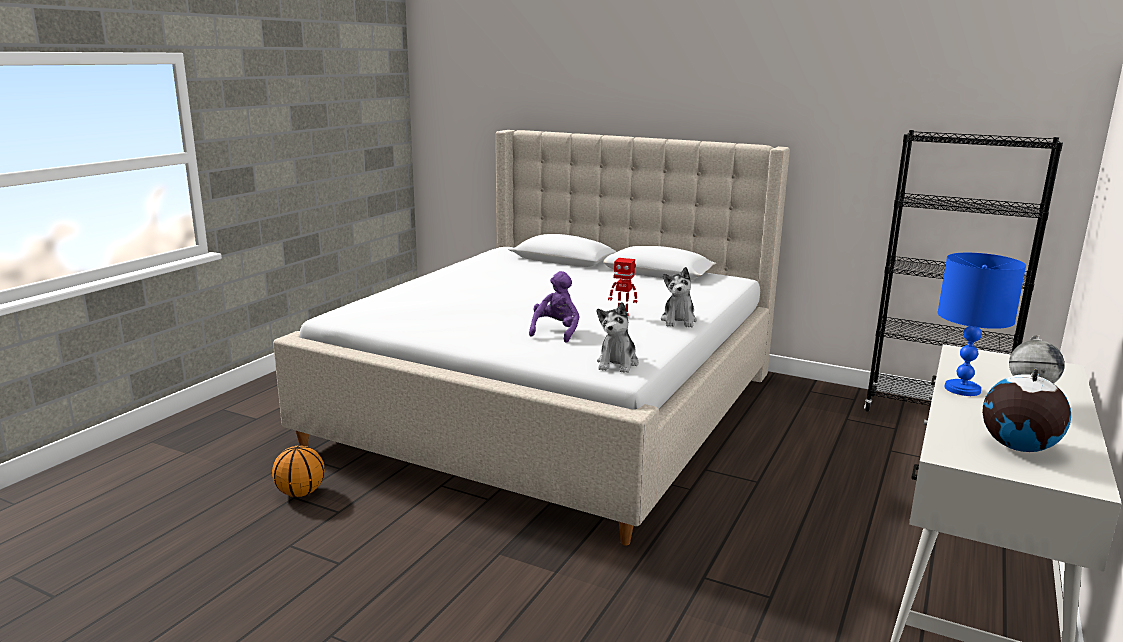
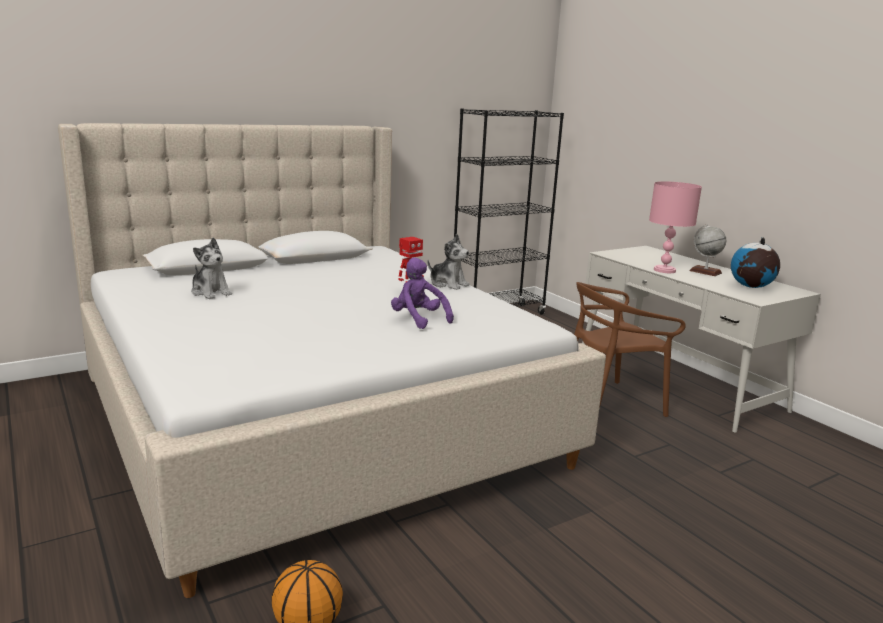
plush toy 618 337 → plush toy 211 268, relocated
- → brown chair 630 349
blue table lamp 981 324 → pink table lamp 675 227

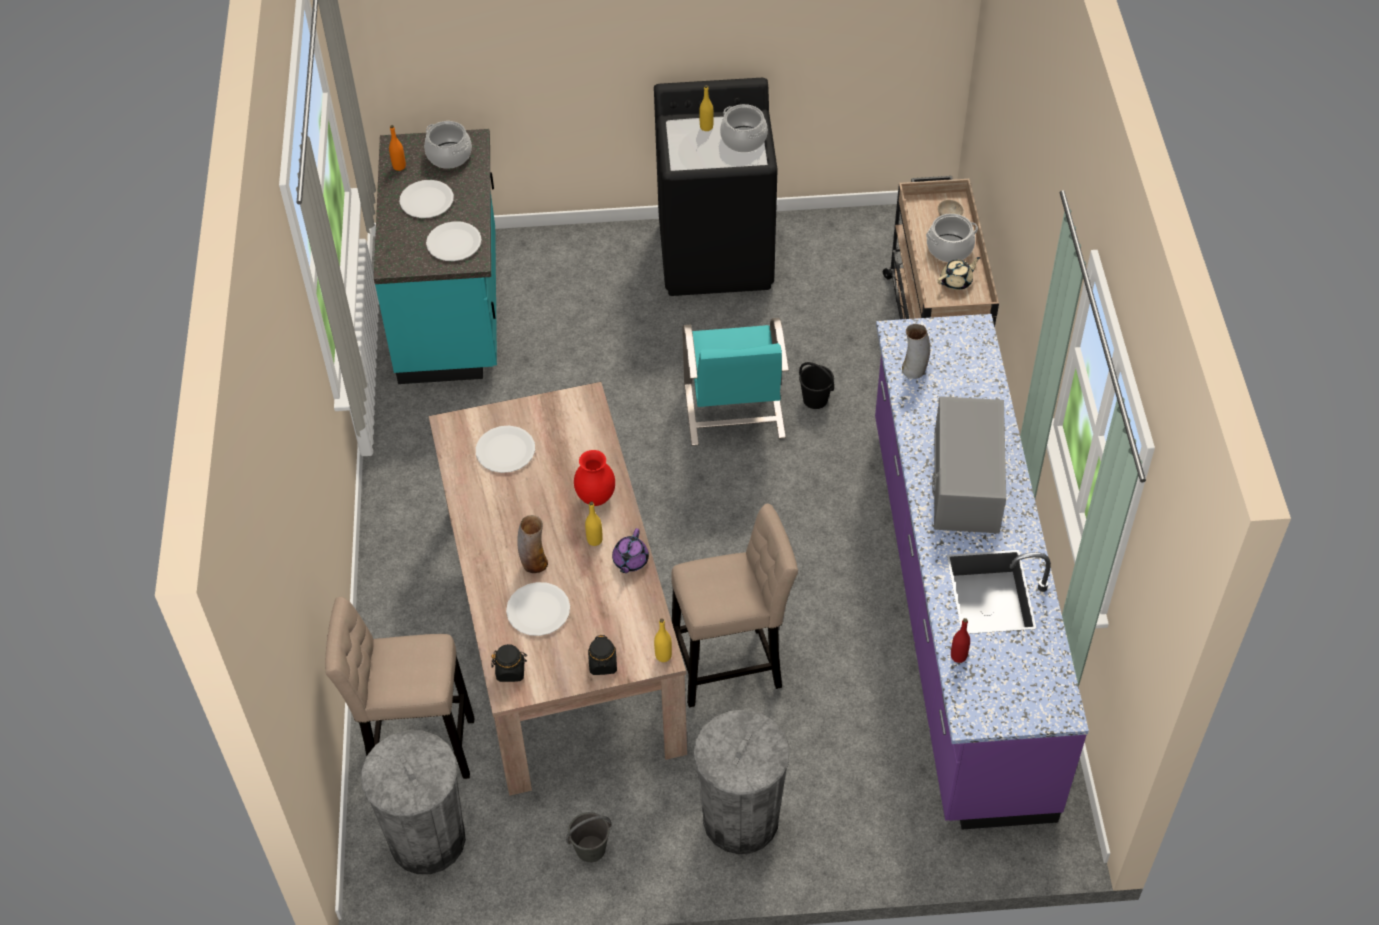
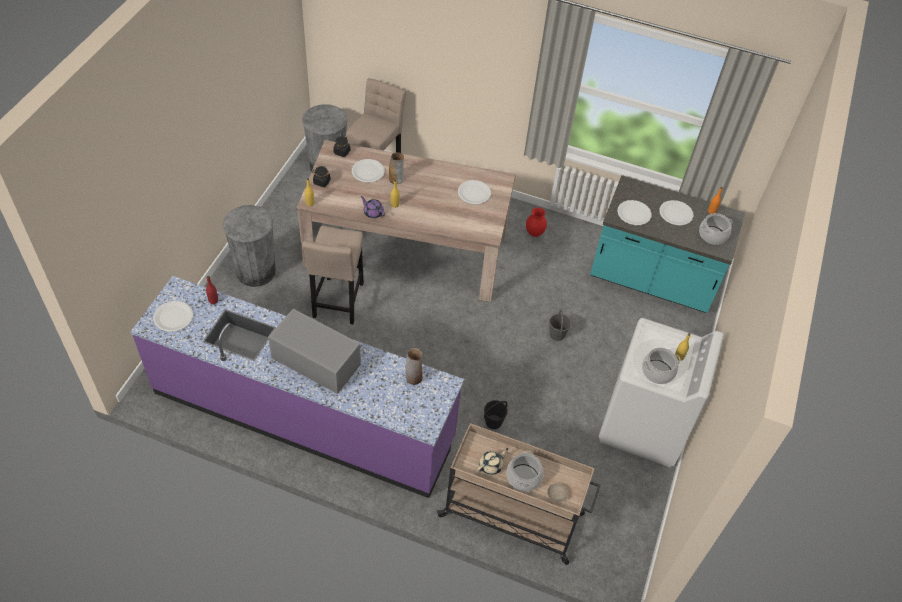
- → white plate 173 316
beige teapot 959 273 → beige teapot 492 461, 120 degrees counterclockwise
red vase 594 478 → red vase 536 222, relocated
grey bucket 588 837 → grey bucket 560 325, relocated
black washing machine 716 187 → white washing machine 661 392
turquoise chair 735 382 → -

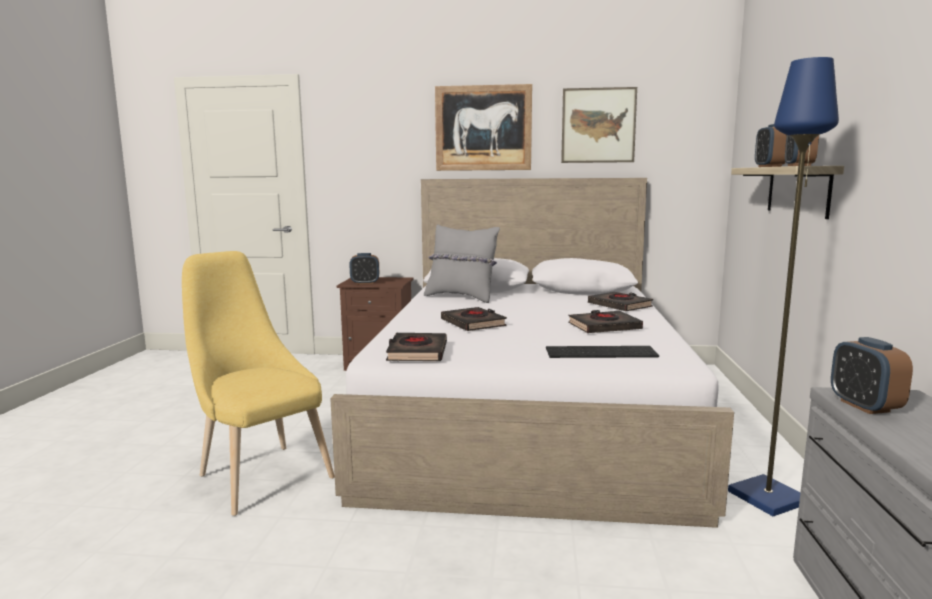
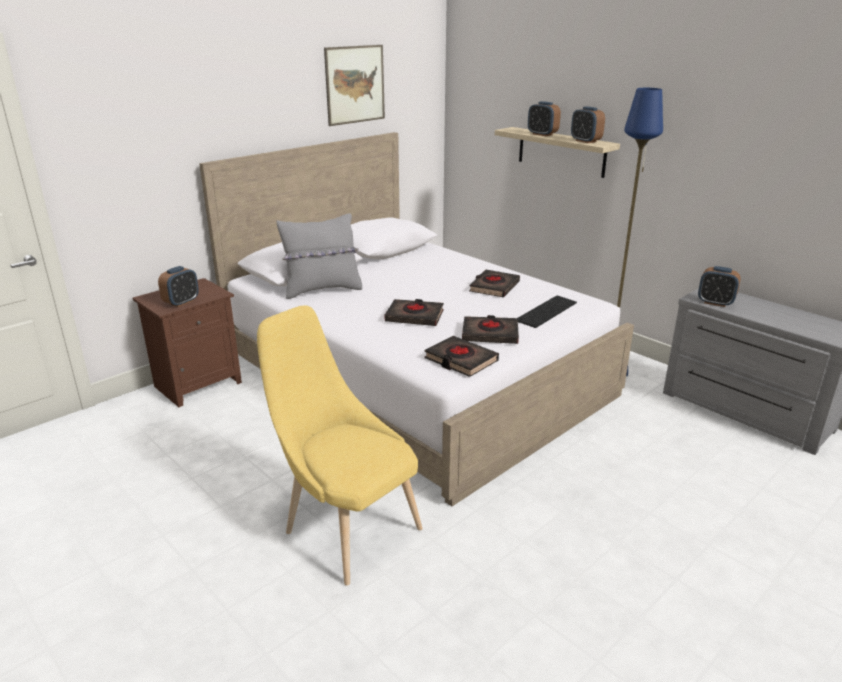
yellow chair 258 383 → yellow chair 340 445, 45 degrees clockwise
black book 620 301 → black book 490 329, relocated
picture 483 127 → -

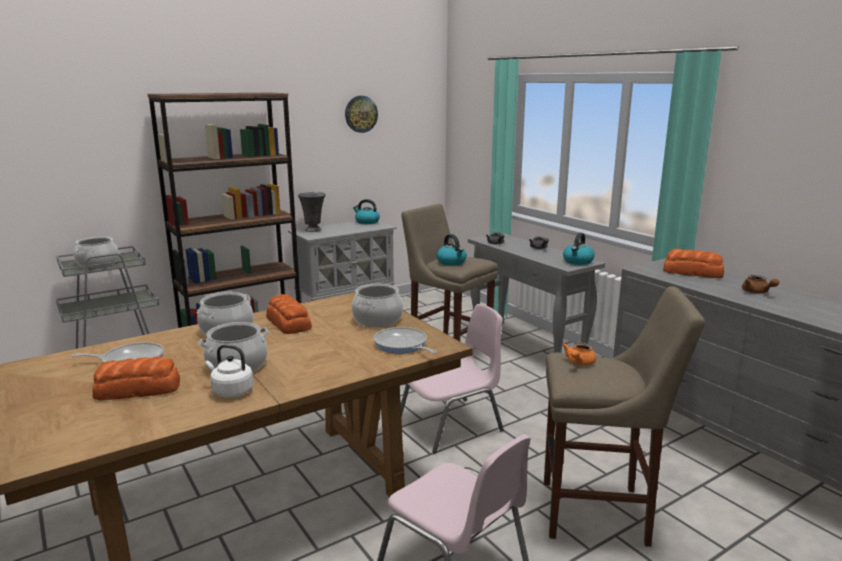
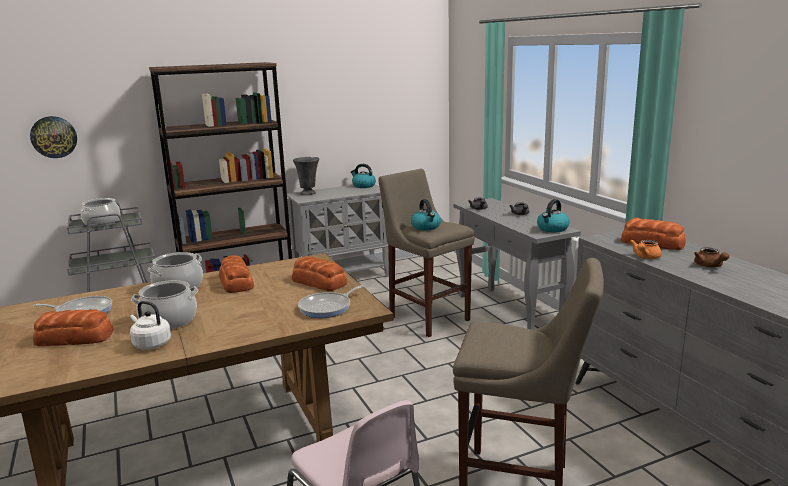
wall clock 361 114 → wall clock 53 137, relocated
cooking pot 377 305 → bread 319 274
frying pan 405 340 → frying pan 331 301, 105 degrees counterclockwise
orange teapot 579 354 → orange teapot 646 249, relocated
pink chair 452 378 → -

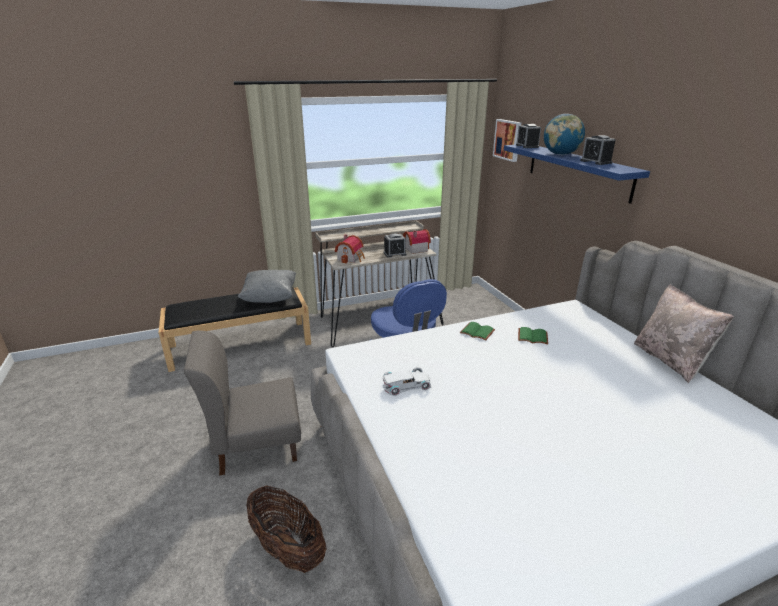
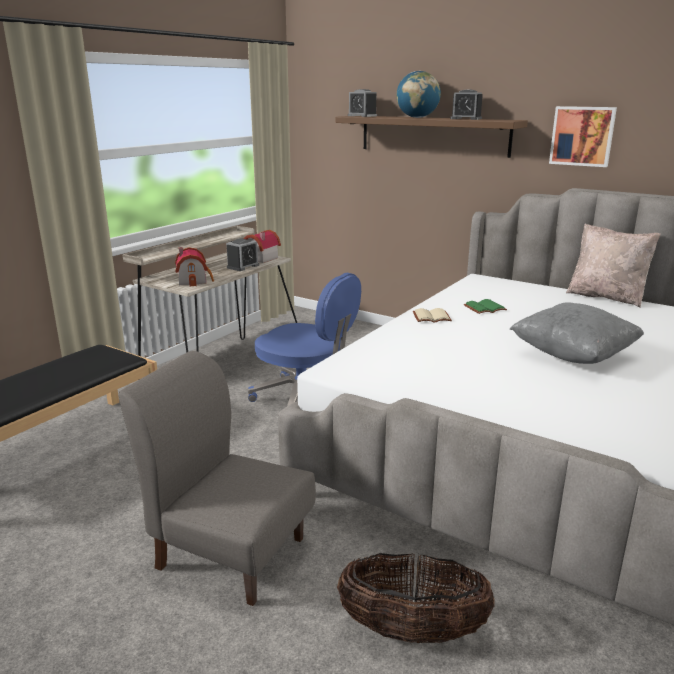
grey chair 242 403 → grey chair 217 478, 75 degrees clockwise
blue shelf 577 174 → brown shelf 432 137
green book 477 331 → beige book 432 315
grey pillow 267 286 → grey pillow 577 333, relocated
picture 507 140 → picture 583 136, relocated
white toy car 407 381 → -

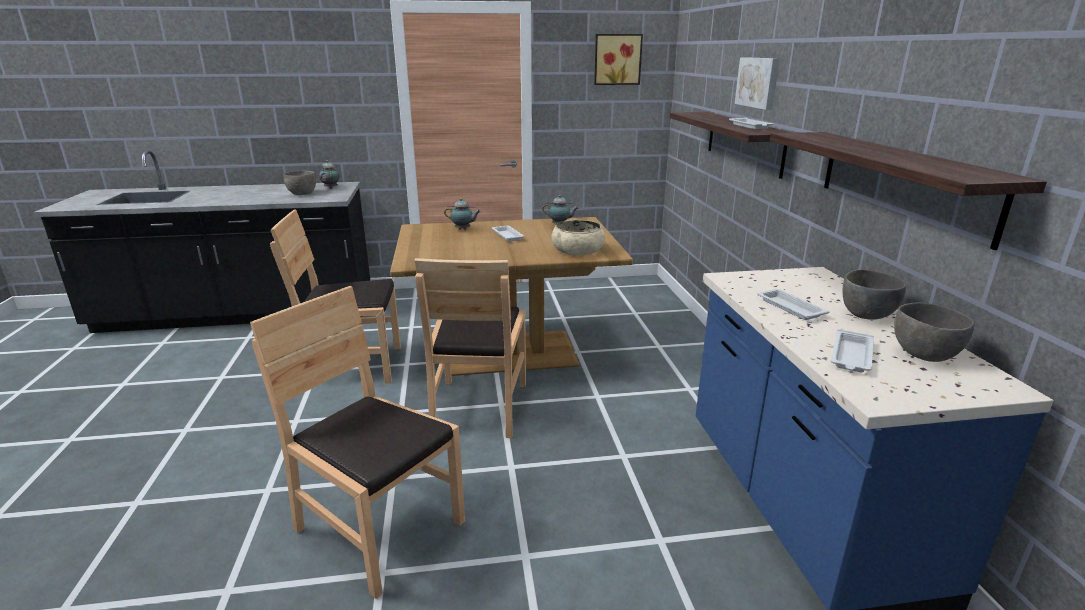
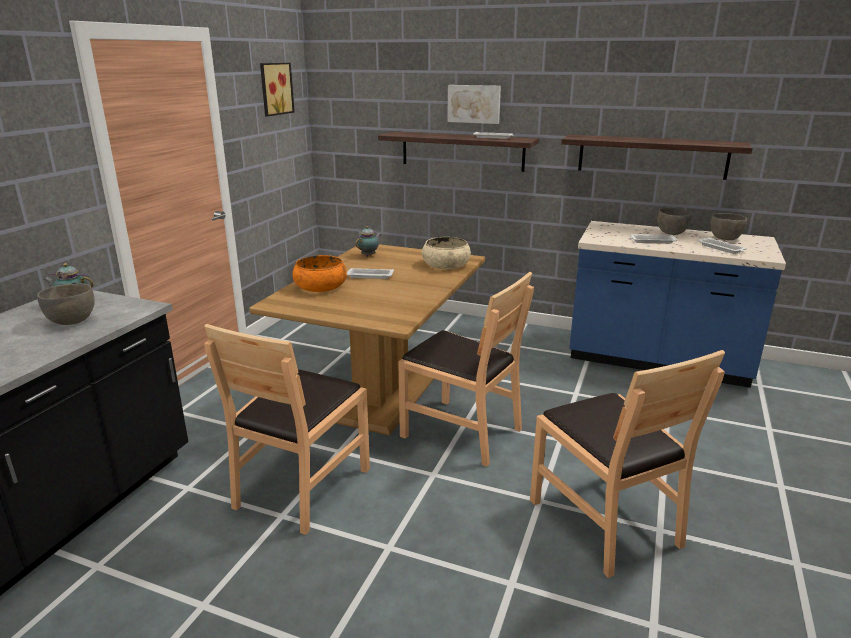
teapot 462 214 → orange bowl 319 273
brown chair 357 442 → brown chair 627 464, 90 degrees counterclockwise

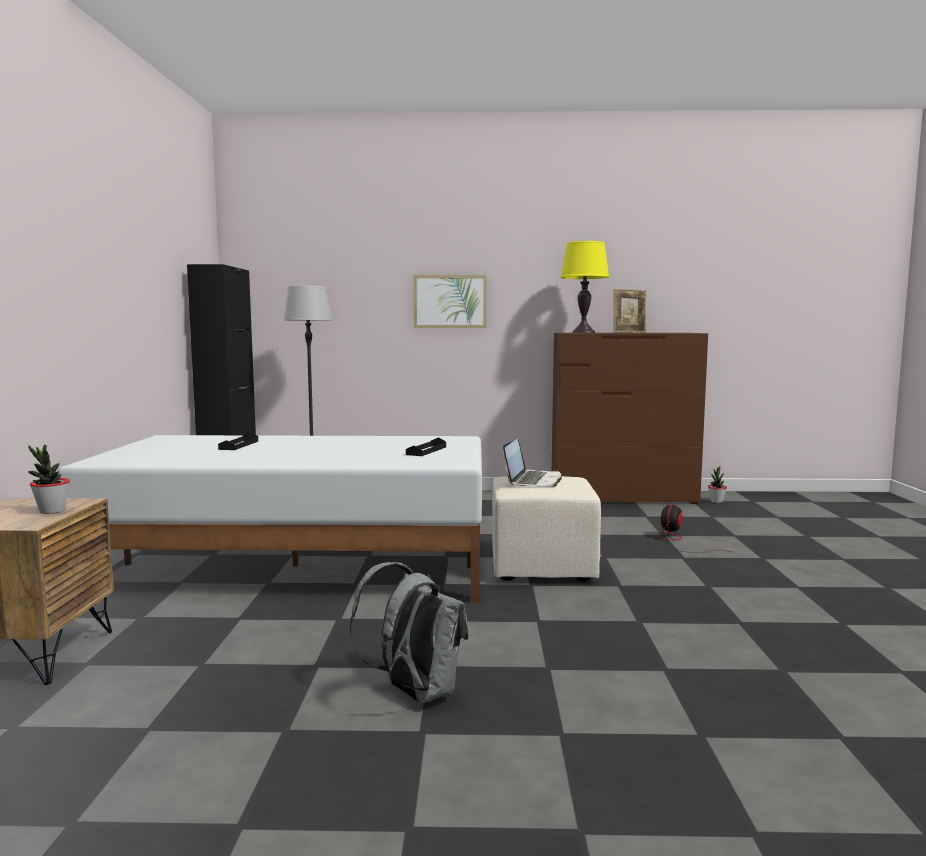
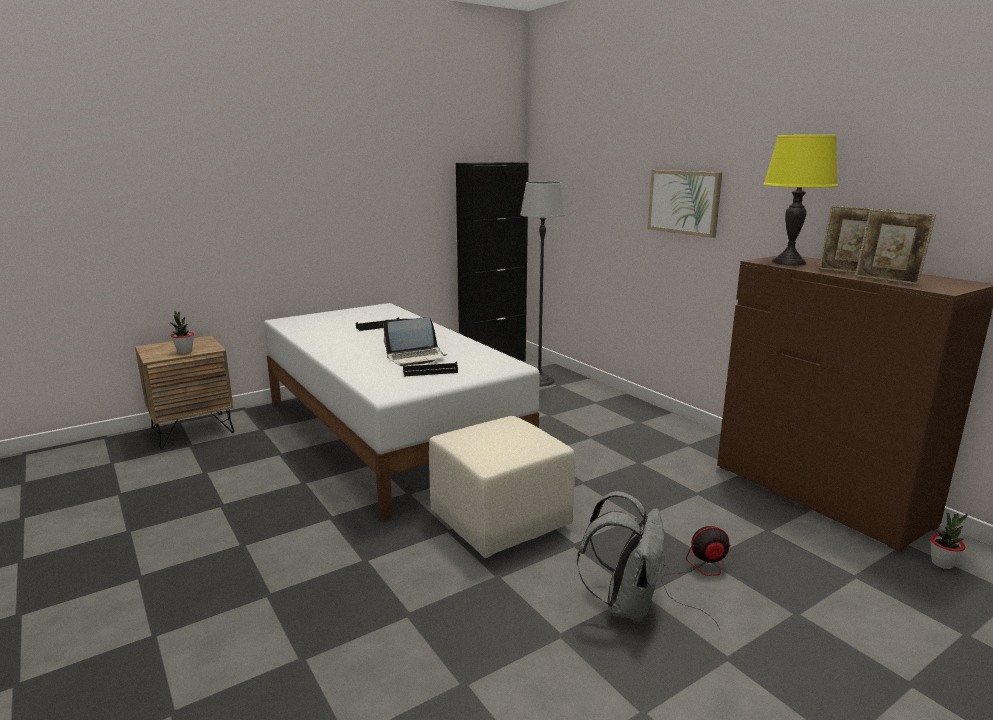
laptop 532 463 → laptop 415 341, relocated
grey backpack 409 633 → grey backpack 621 556, relocated
- → picture frame 895 247

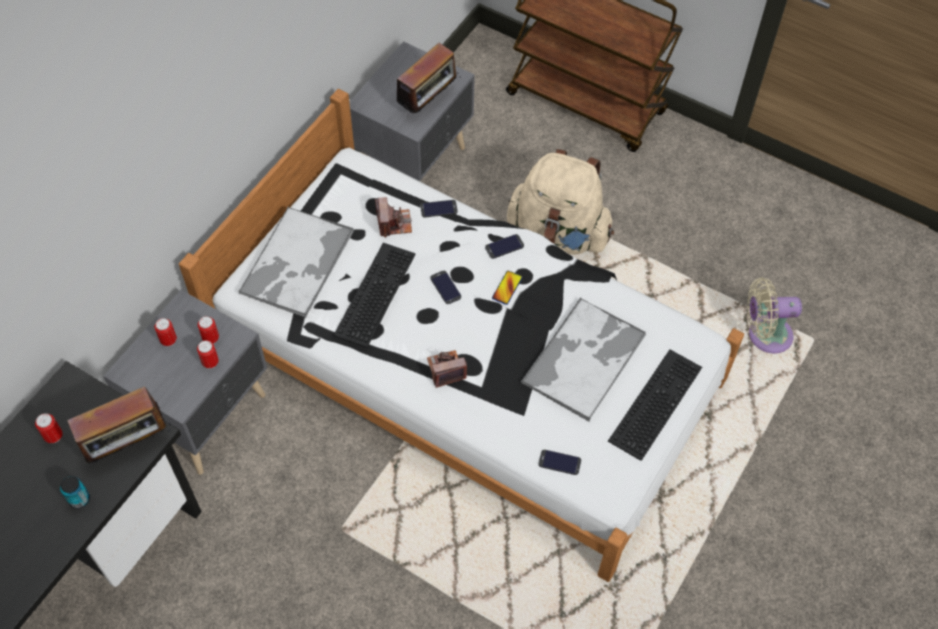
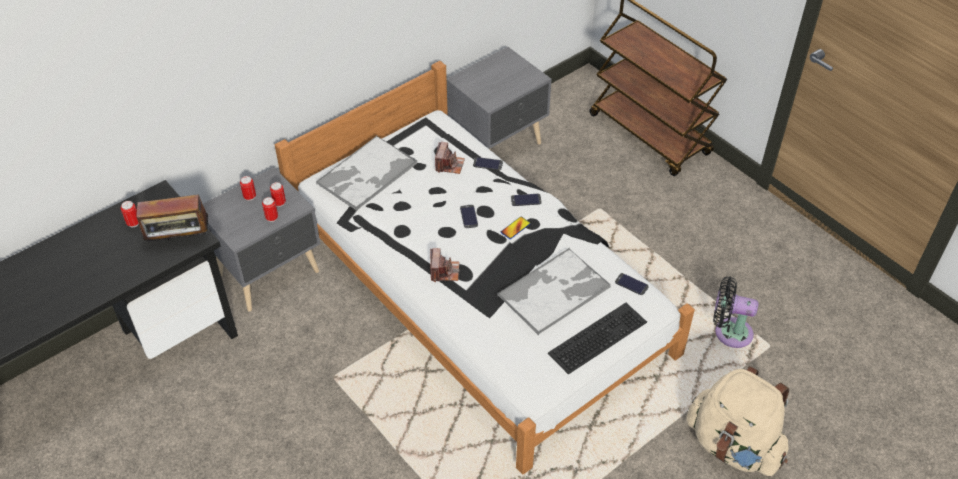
photo camera 447 369 → photo camera 445 265, 90 degrees clockwise
phone 559 462 → phone 632 284, relocated
beige backpack 560 202 → beige backpack 737 421, relocated
beige fan 774 316 → black fan 735 312
can 75 492 → -
keyboard 375 295 → -
radio 429 78 → -

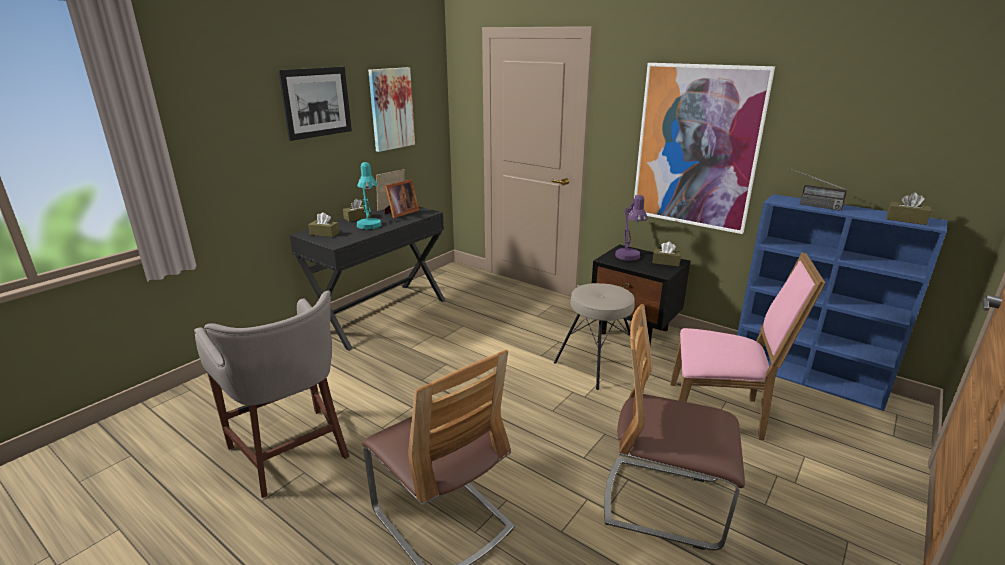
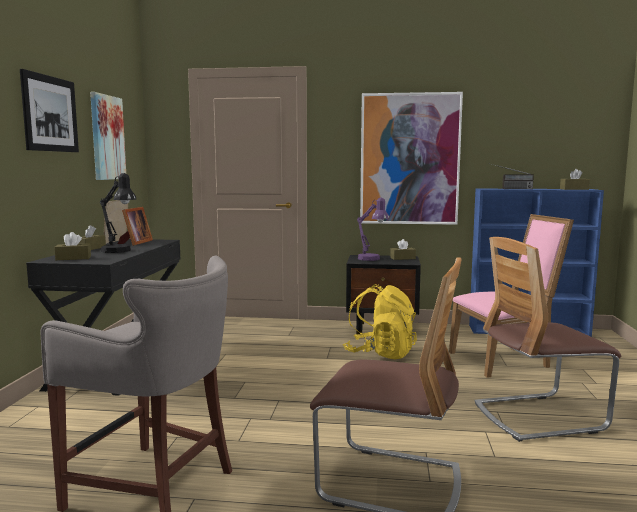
turquoise table lamp 369 195 → black table lamp 118 213
beige stool 594 336 → yellow backpack 380 321

